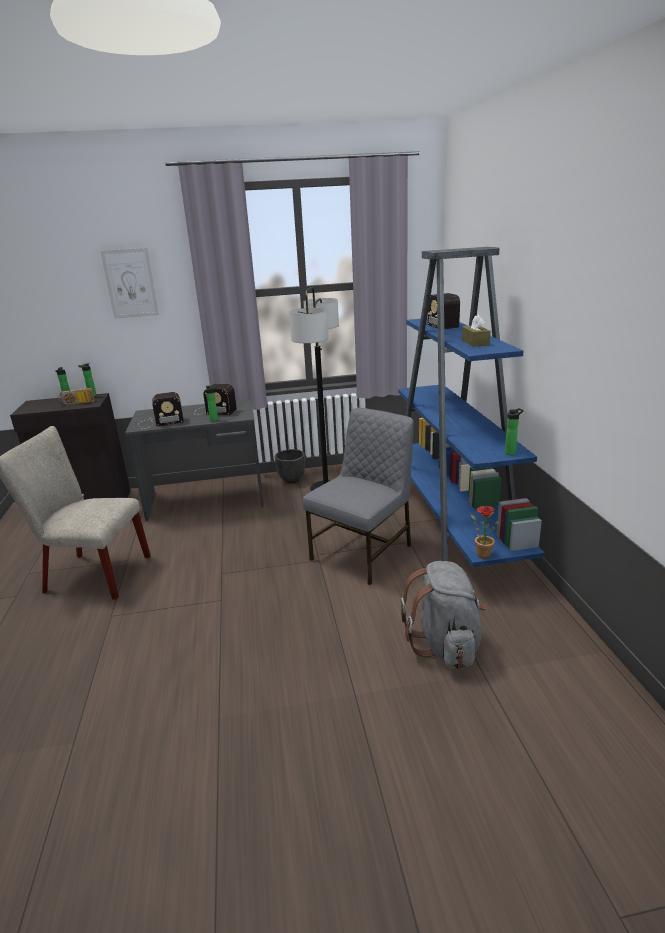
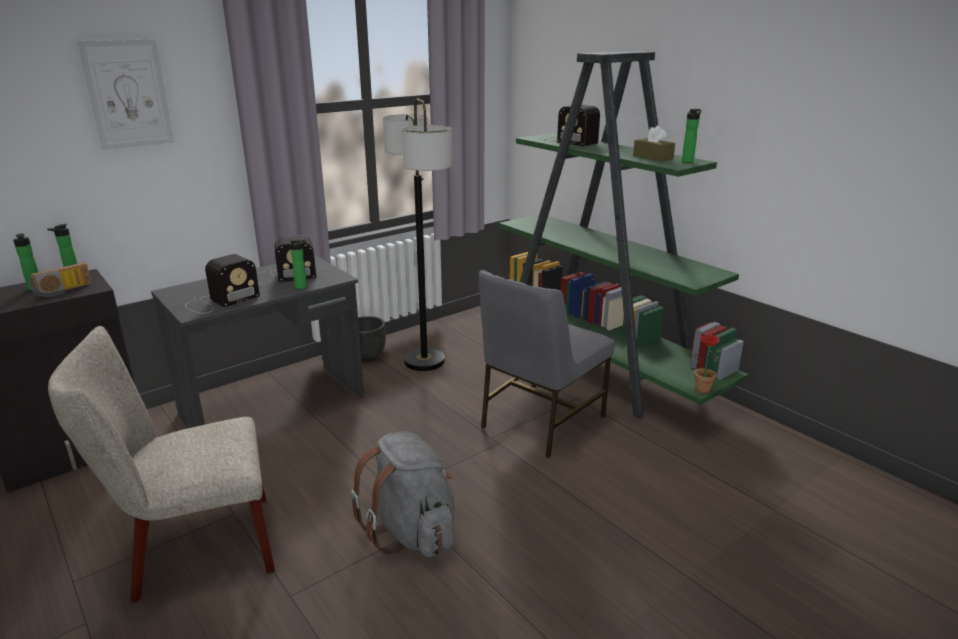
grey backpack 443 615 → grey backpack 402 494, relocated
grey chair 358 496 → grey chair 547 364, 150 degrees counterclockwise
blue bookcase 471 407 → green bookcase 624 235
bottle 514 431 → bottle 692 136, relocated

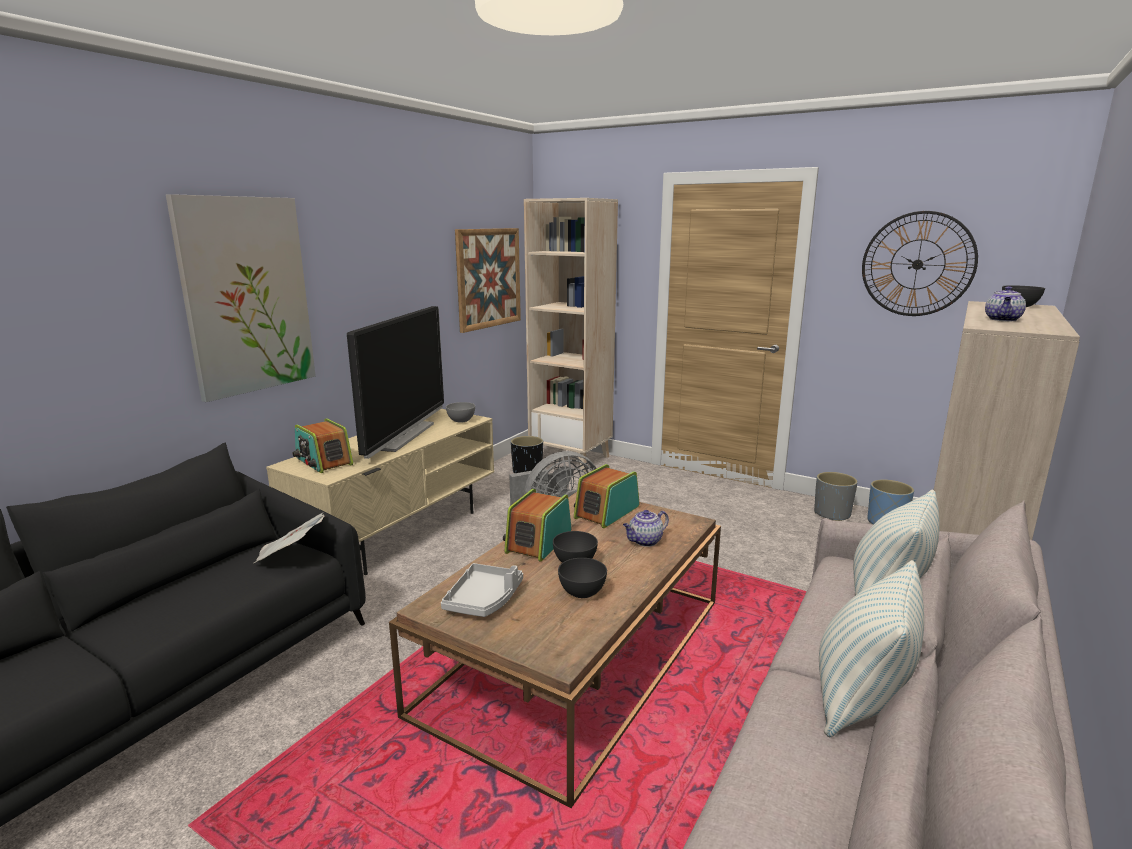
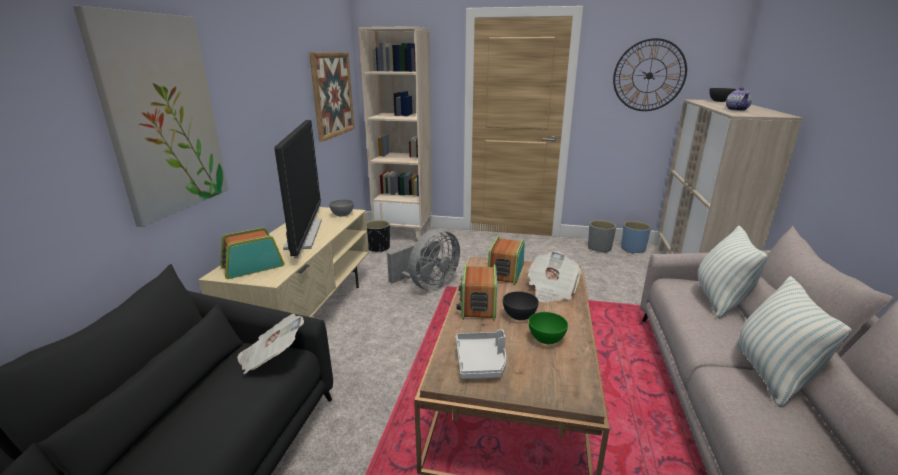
radio 323 445 → radio 252 253, 120 degrees clockwise
teapot 646 528 → newspaper 554 276
grey bowl 582 578 → green bowl 548 328

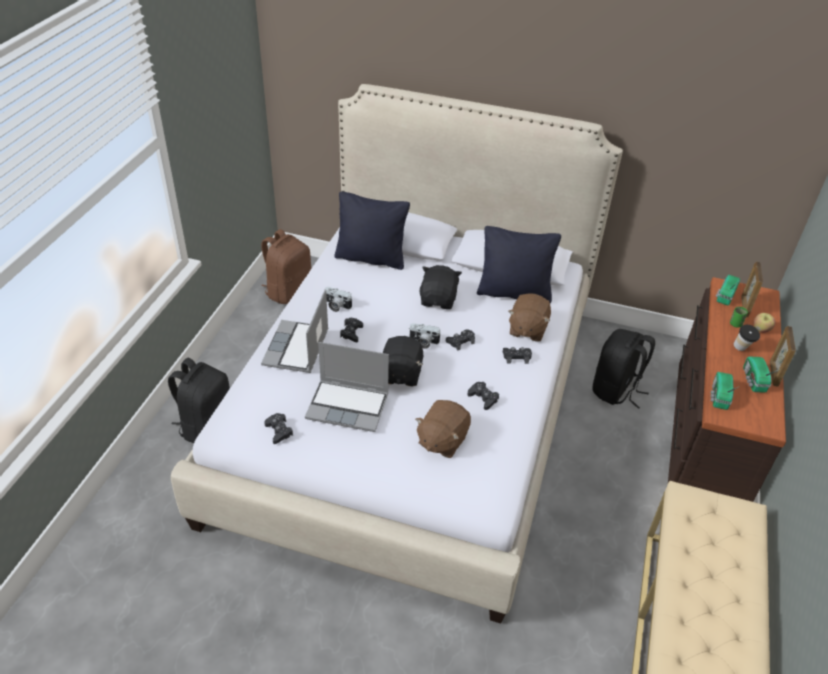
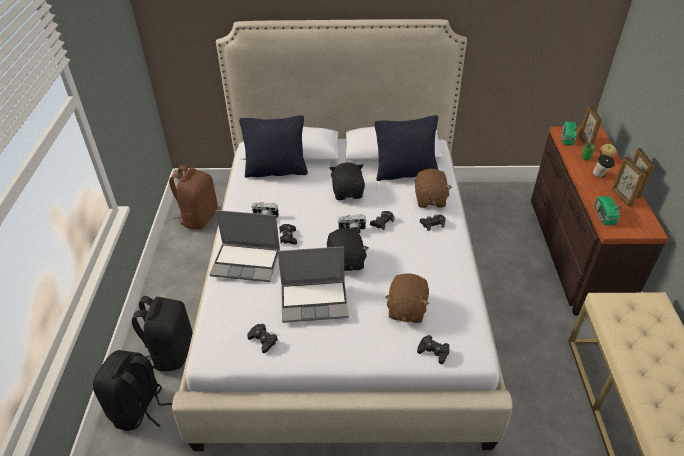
black backpack 623 369 → black backpack 132 390, relocated
laptop 294 331 → laptop 244 246, 75 degrees counterclockwise
black game controller 483 396 → black game controller 433 349, relocated
radio 761 375 → picture frame 629 182

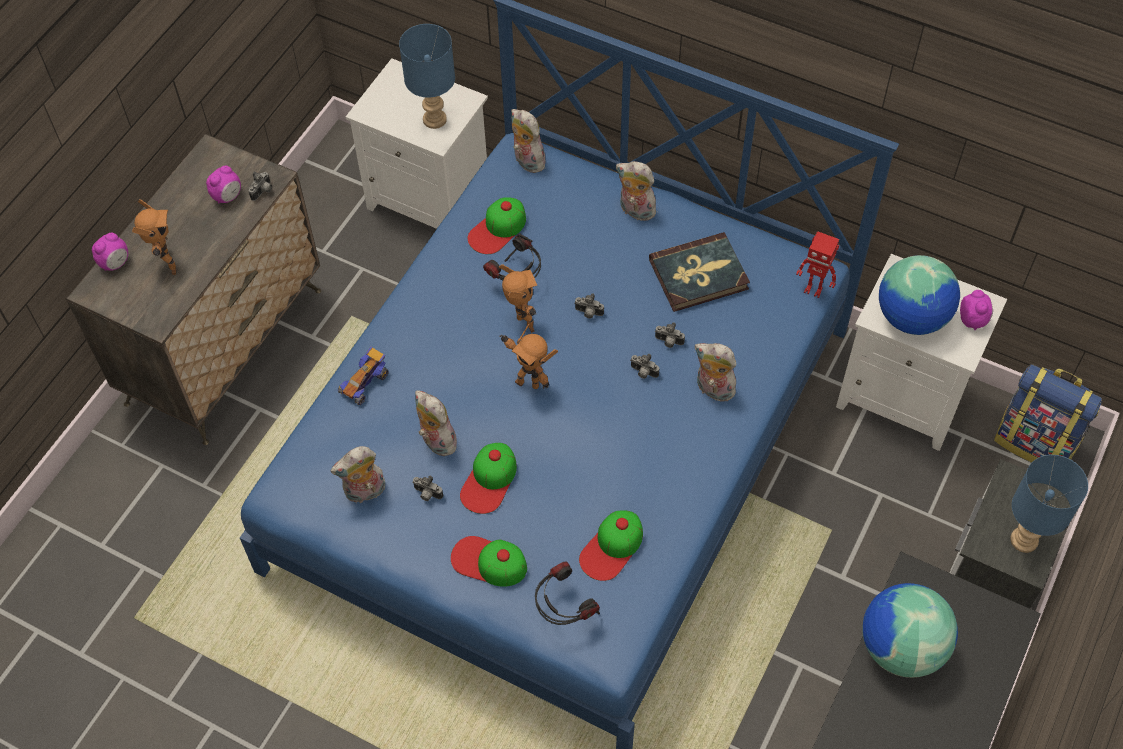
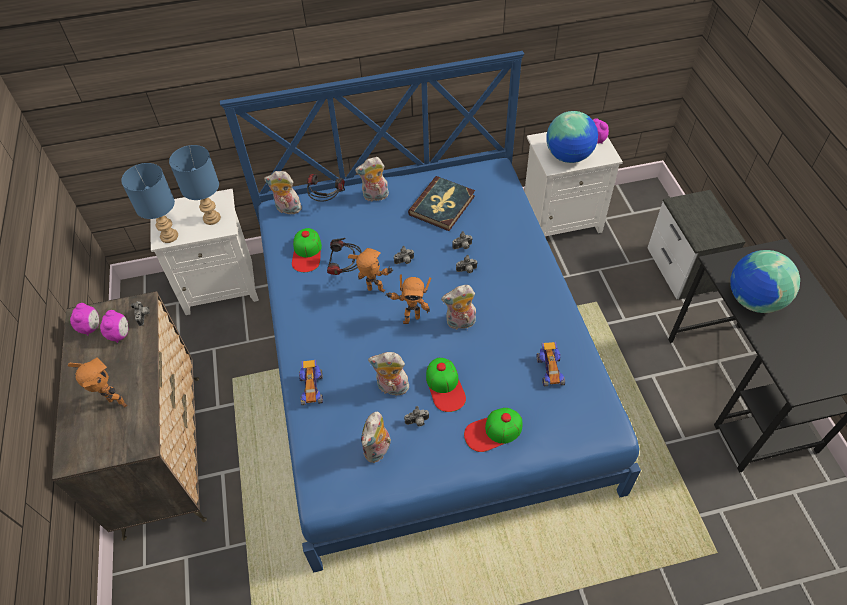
alarm clock 110 252 → alarm clock 84 319, relocated
blue table lamp 1049 504 → blue table lamp 149 203, relocated
headphones 567 593 → headphones 326 188, relocated
plush toy 715 372 → plush toy 458 307, relocated
cap 611 545 → toy car 551 364
toy robot 817 264 → -
backpack 1048 413 → -

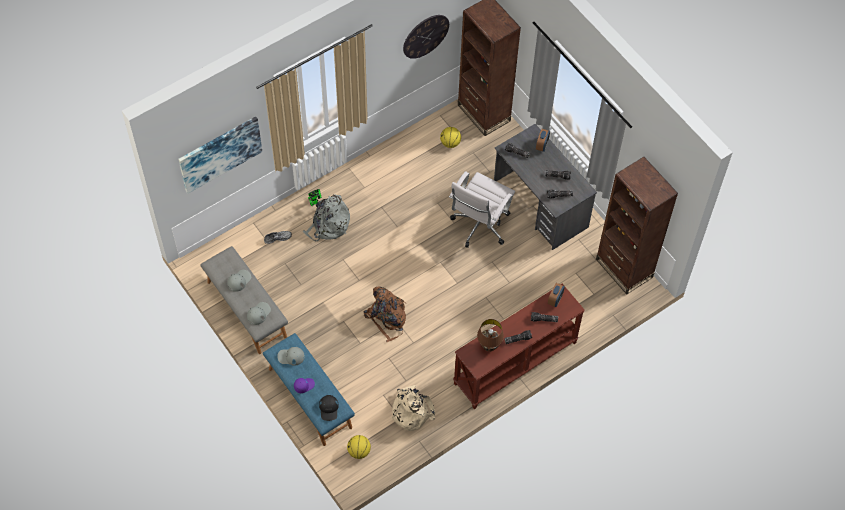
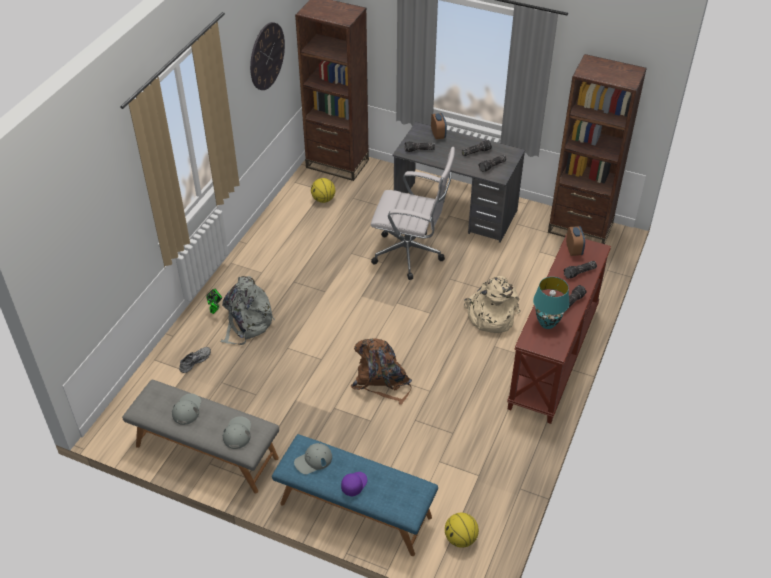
white office chair 482 209 → white office chair 413 213, 75 degrees counterclockwise
beige backpack 412 408 → beige backpack 492 304, relocated
brown table lamp 490 335 → turquoise table lamp 551 303
picture 220 154 → -
black cap 329 408 → -

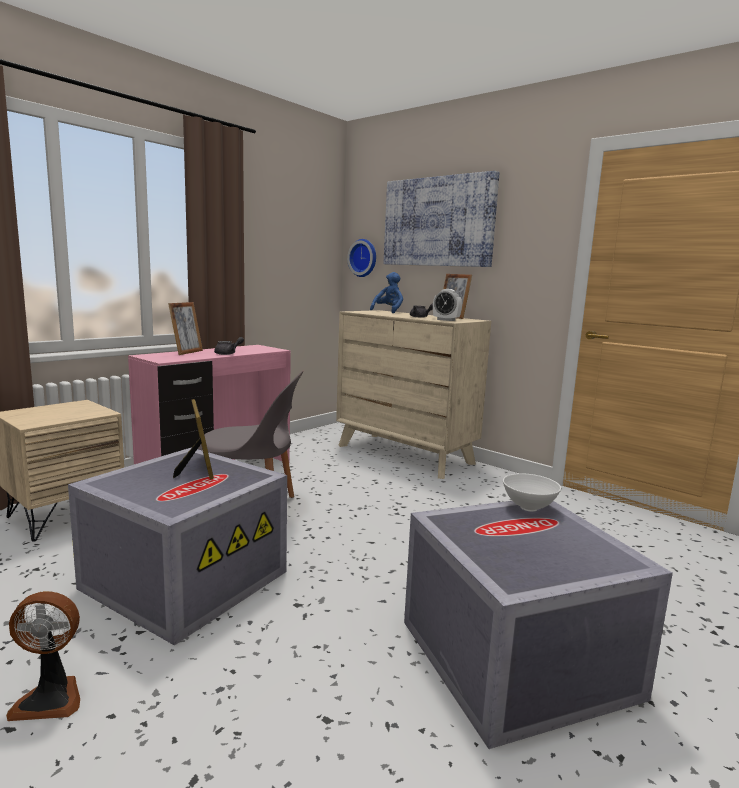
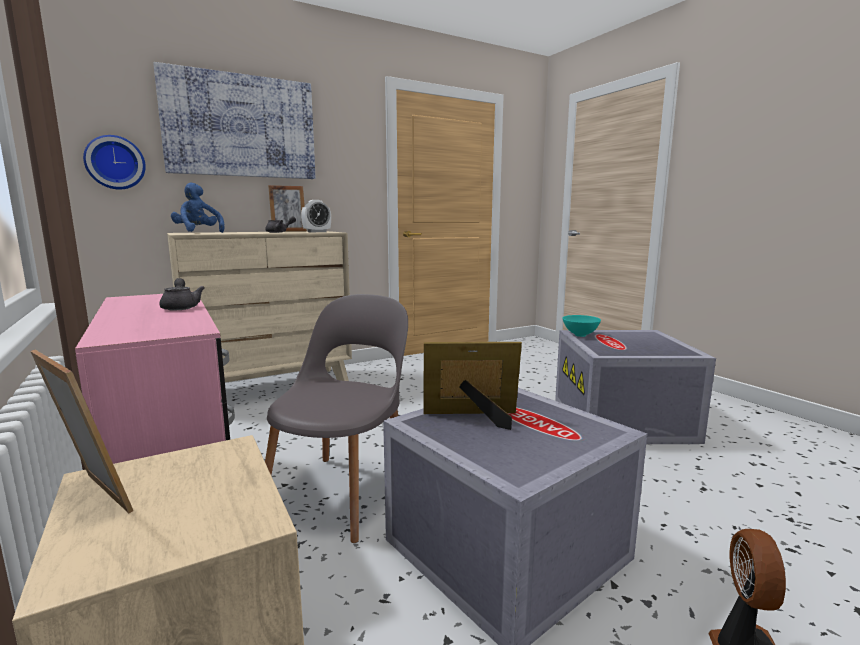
picture frame 185 328 → picture frame 81 431, relocated
white bowl 532 492 → turquoise bowl 581 326

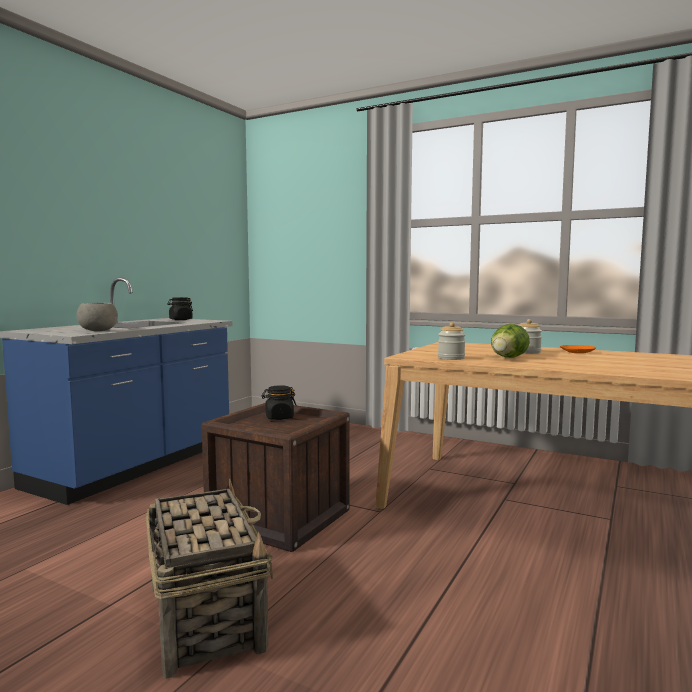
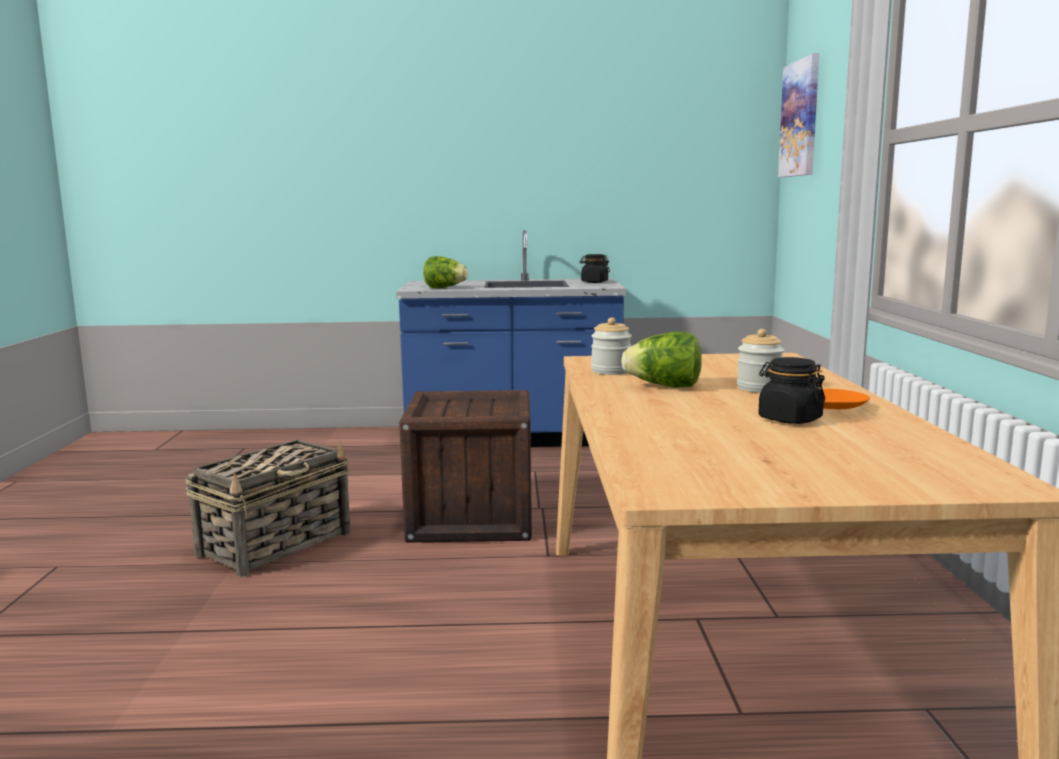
grey bowl 97 317 → lettuce 446 272
black jar 279 402 → black jar 791 390, relocated
- → picture 798 115

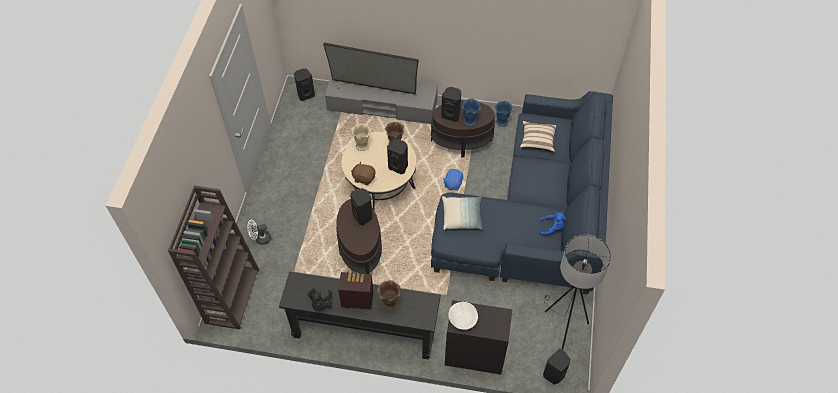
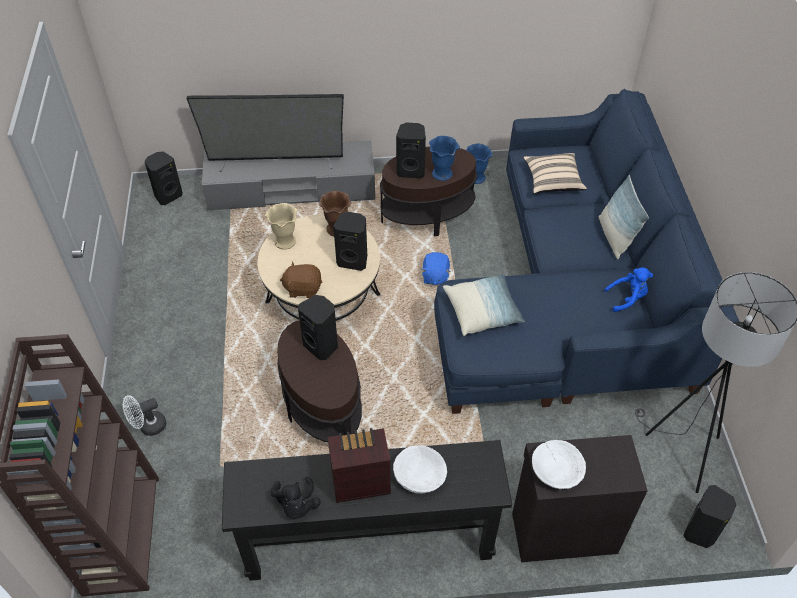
brown vase 388 295 → white bowl 420 469
- → pillow 624 217

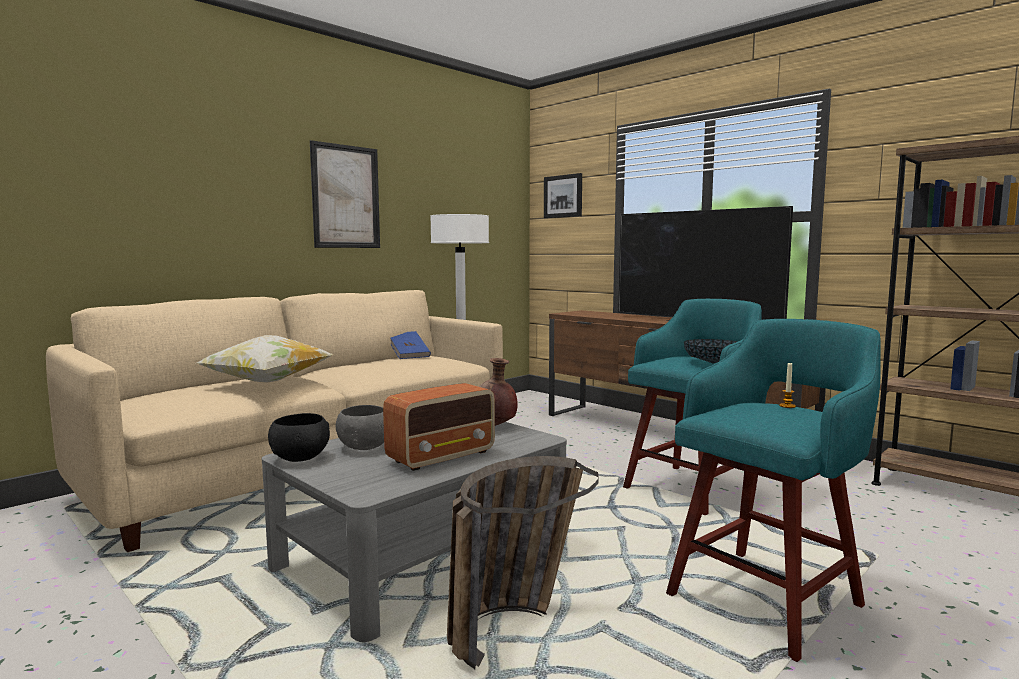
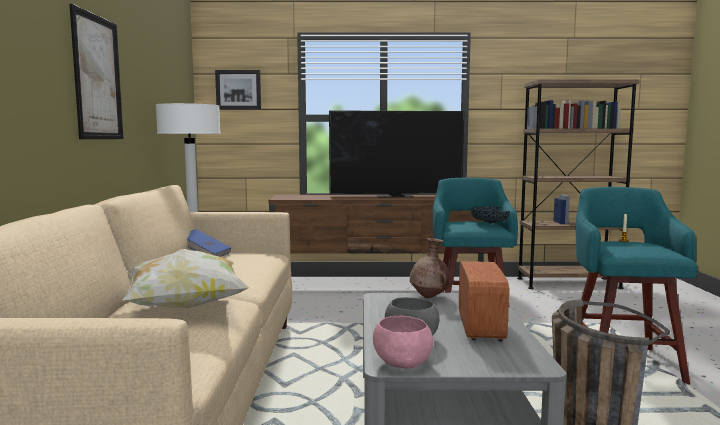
black bowl 299 437 → pink bowl 403 342

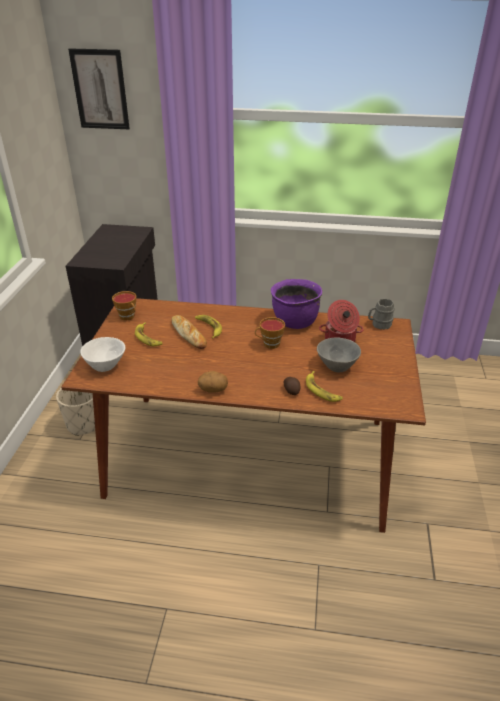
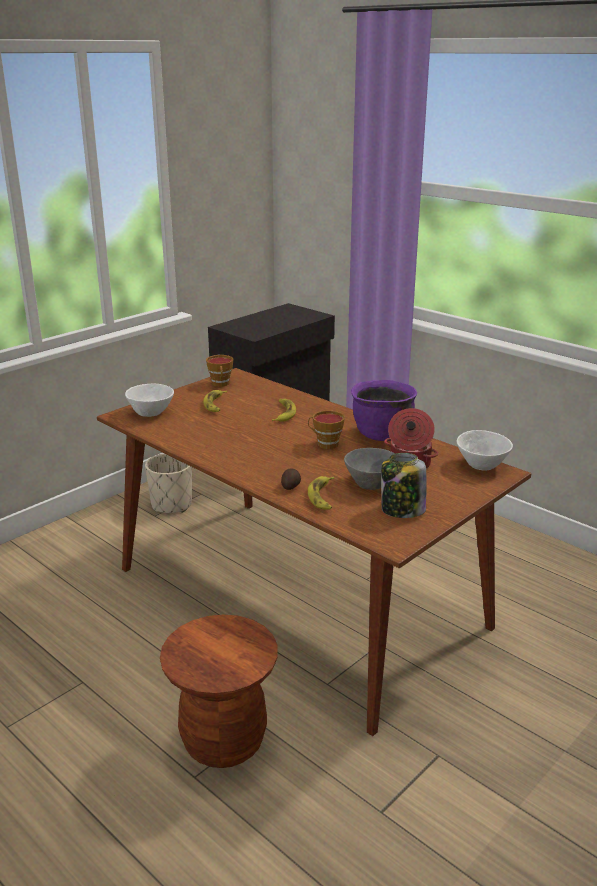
- → brown stool 219 691
- → jar 403 485
grey mug 381 314 → white bowl 485 450
picture 99 88 → -
bread 189 332 → -
potato 213 382 → -

